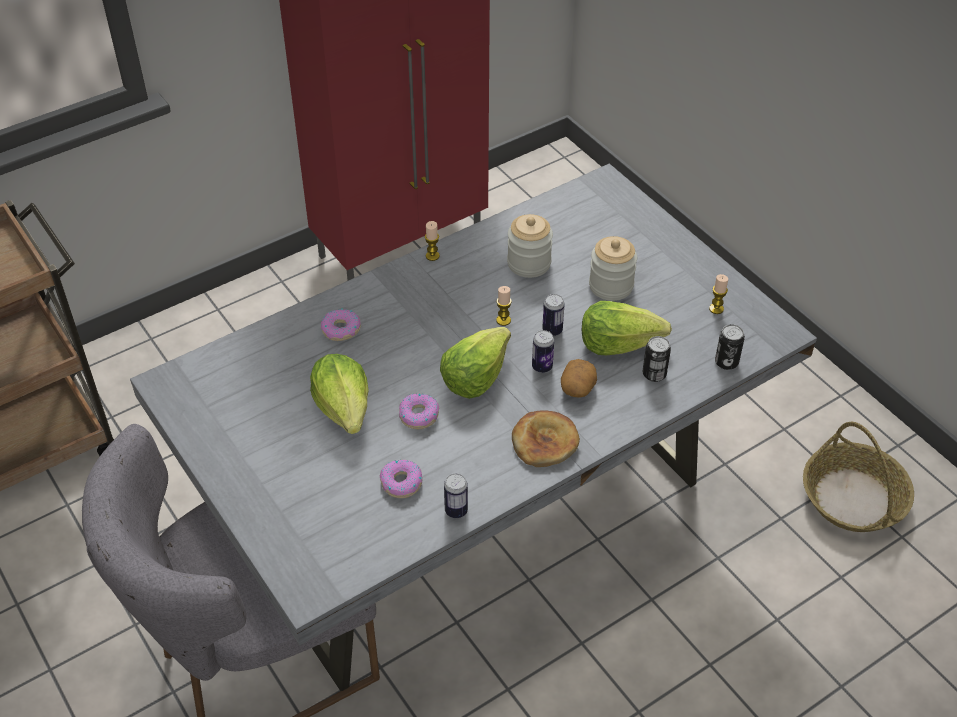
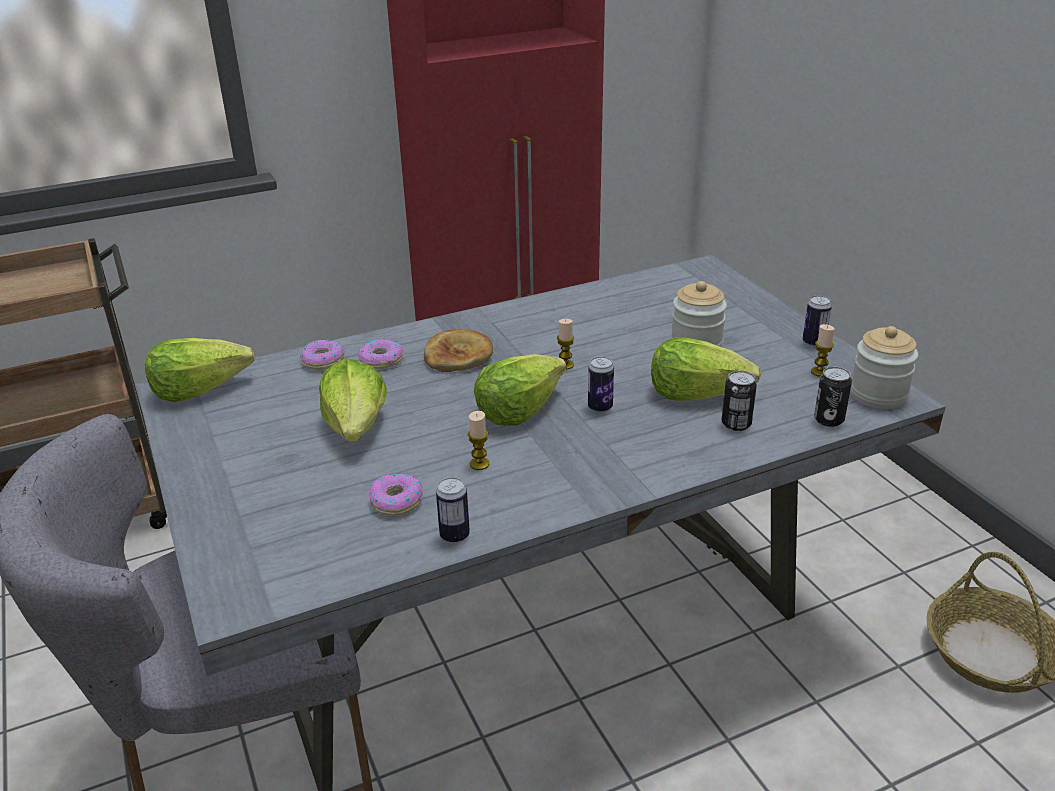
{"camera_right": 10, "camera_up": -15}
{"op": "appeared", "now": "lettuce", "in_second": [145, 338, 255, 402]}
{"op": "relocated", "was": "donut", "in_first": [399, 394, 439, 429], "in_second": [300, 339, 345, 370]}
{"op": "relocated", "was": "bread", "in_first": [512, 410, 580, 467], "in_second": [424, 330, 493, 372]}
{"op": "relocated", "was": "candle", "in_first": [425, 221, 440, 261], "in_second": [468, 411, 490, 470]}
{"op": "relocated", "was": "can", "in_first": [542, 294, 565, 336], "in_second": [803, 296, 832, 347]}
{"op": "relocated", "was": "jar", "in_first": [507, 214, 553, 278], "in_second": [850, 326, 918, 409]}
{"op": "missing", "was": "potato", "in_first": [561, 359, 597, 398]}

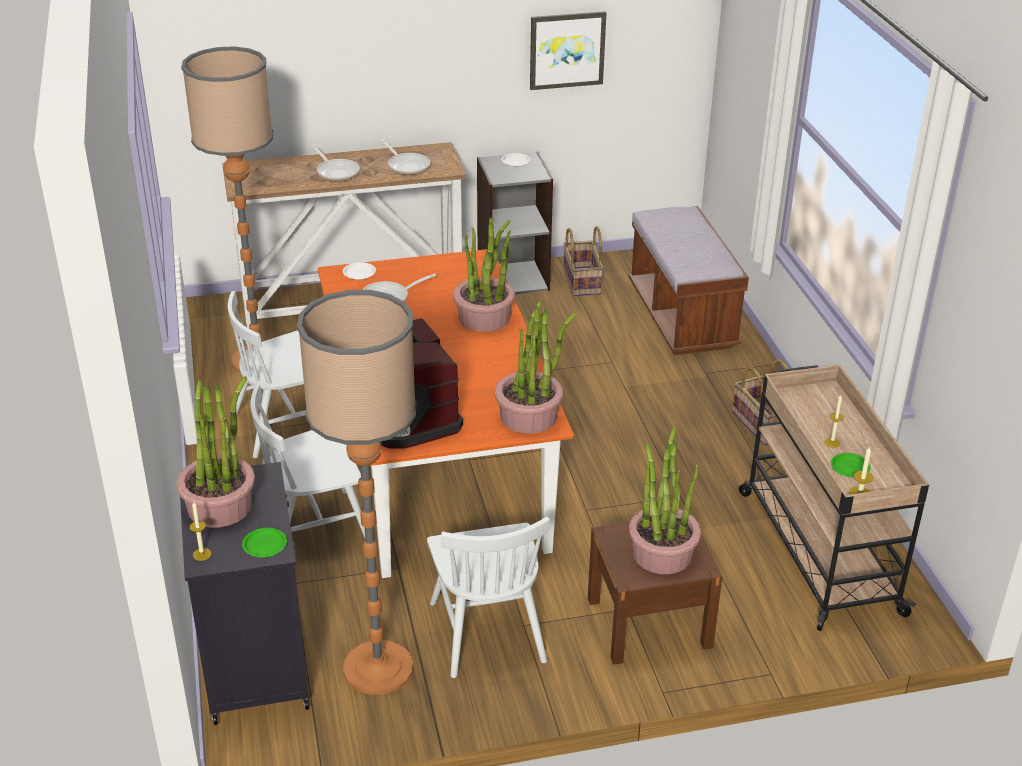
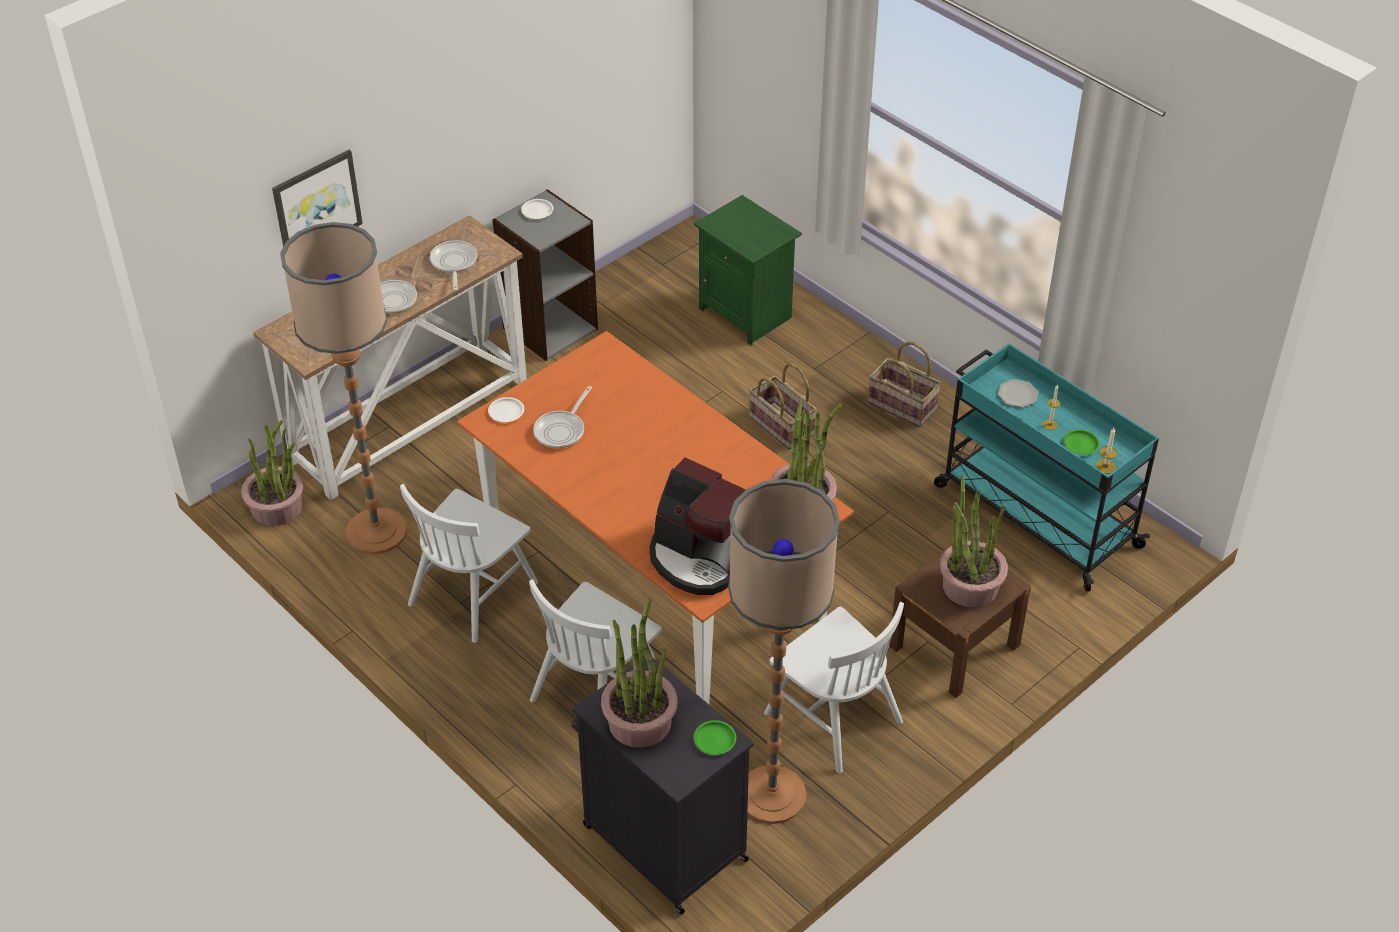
{"camera_right": -30, "camera_up": 10}
{"op": "relocated", "was": "potted plant", "in_first": [453, 217, 515, 332], "in_second": [241, 420, 303, 526]}
{"op": "relocated", "was": "picture", "in_first": [530, 11, 606, 90], "in_second": [272, 150, 363, 247]}
{"op": "spun", "was": "frying pan", "in_first": [380, 140, 430, 175], "in_second": [430, 240, 477, 291], "clockwise": -120}
{"op": "exchanged", "was": "bench/brown", "now": "nightstand/green", "in_first": [629, 206, 749, 355], "in_second": [694, 195, 802, 345]}
{"op": "relocated", "was": "basket", "in_first": [563, 226, 604, 296], "in_second": [749, 364, 817, 450]}
{"op": "colour", "was": "cart/beige", "now": "cart/turquoise", "in_first": [739, 364, 929, 631], "in_second": [934, 343, 1159, 591]}
{"op": "appeared", "now": "plate", "in_second": [998, 379, 1038, 408]}
{"op": "missing", "was": "candle", "in_first": [190, 502, 212, 561]}

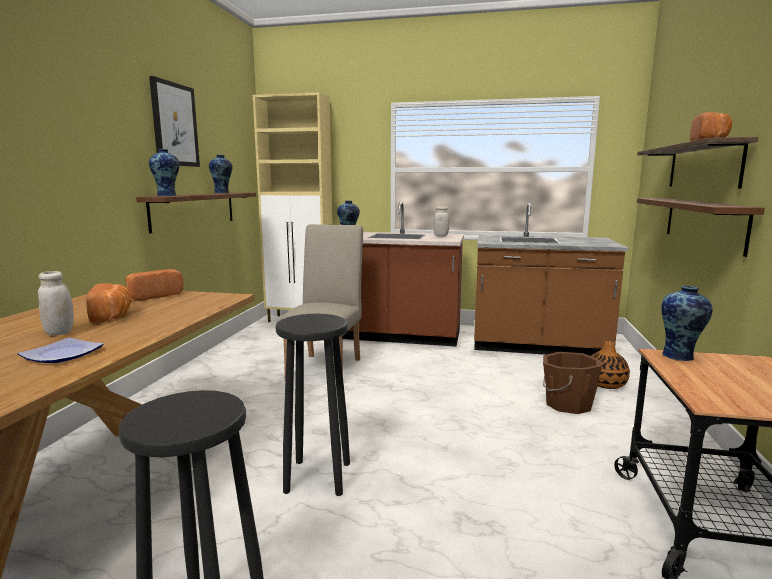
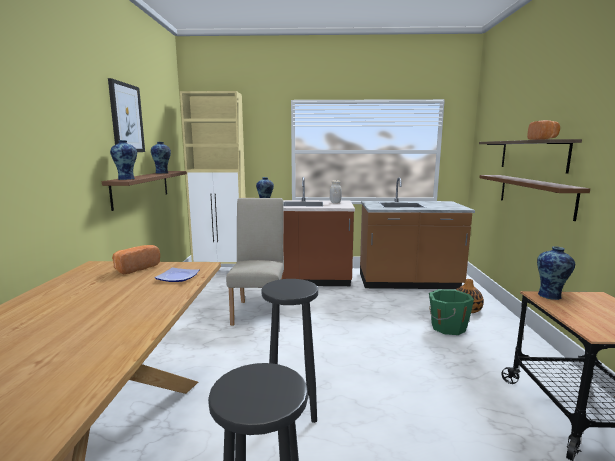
{"camera_right": -10, "camera_up": 0}
{"op": "relocated", "was": "plate", "in_first": [17, 337, 104, 363], "in_second": [155, 268, 199, 282]}
{"op": "colour", "was": "bucket/brown", "now": "bucket/green", "in_first": [543, 352, 602, 414], "in_second": [429, 289, 474, 335]}
{"op": "missing", "was": "jar/white", "in_first": [38, 271, 74, 335]}
{"op": "missing", "was": "bread", "in_first": [86, 283, 131, 323]}

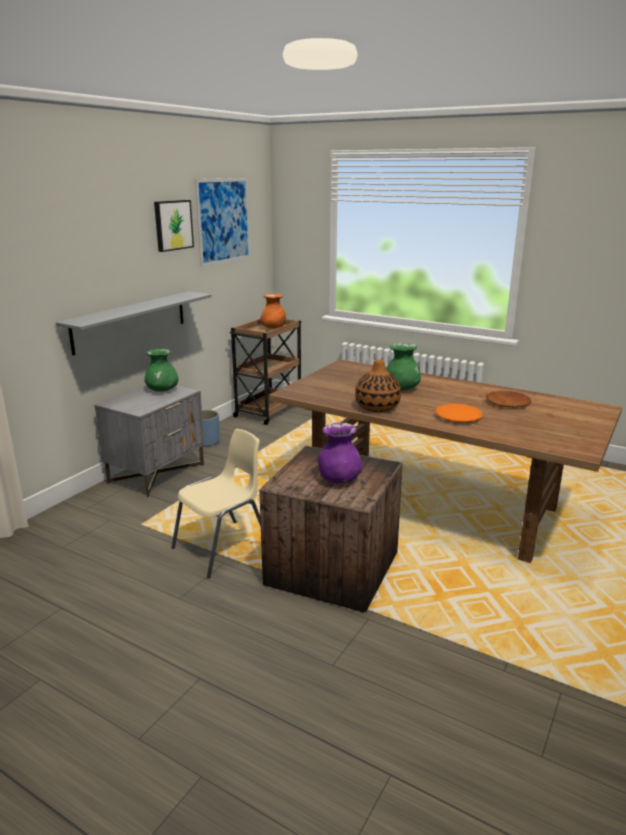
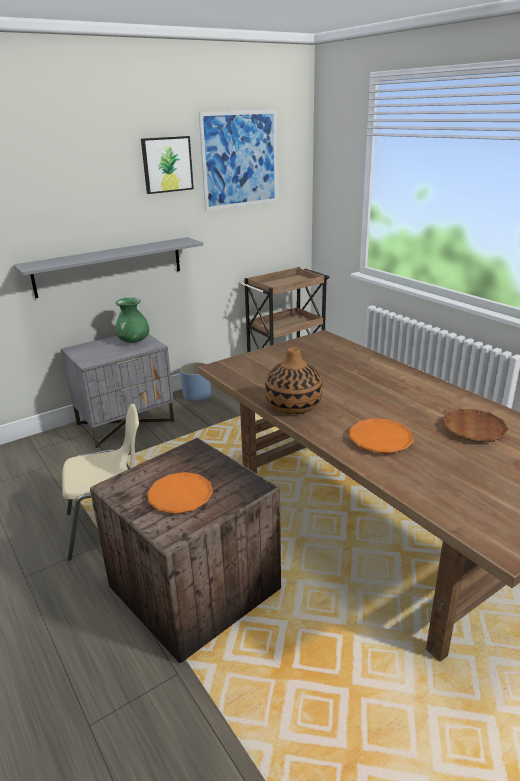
{"camera_right": 25, "camera_up": 5}
{"op": "exchanged", "was": "vase/purple", "now": "plate/orange", "in_first": [318, 423, 363, 484], "in_second": [147, 472, 213, 514]}
{"op": "missing", "was": "vase/orange", "in_first": [260, 294, 286, 329]}
{"op": "missing", "was": "vase/green", "in_first": [387, 343, 421, 391]}

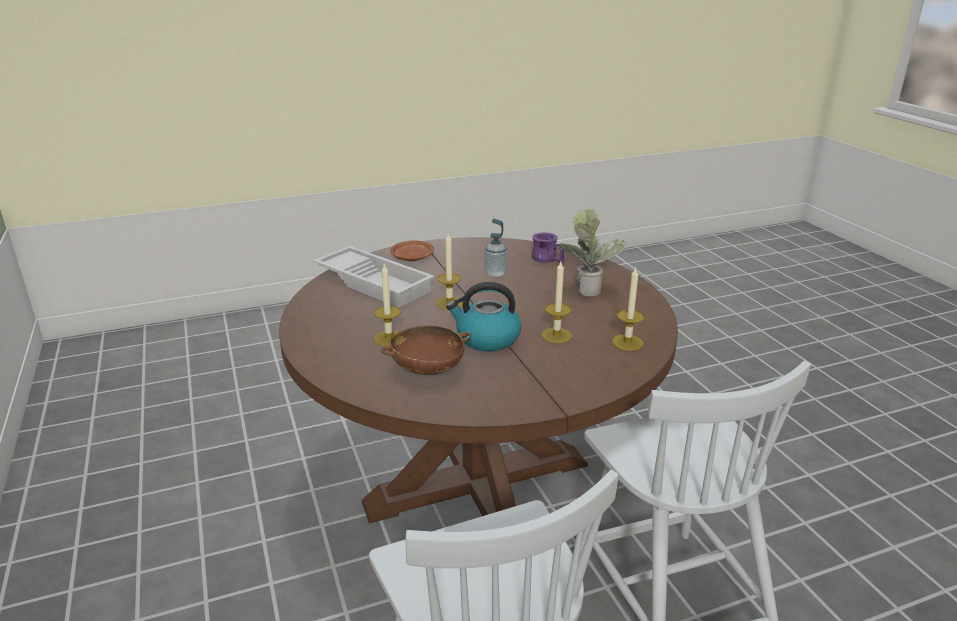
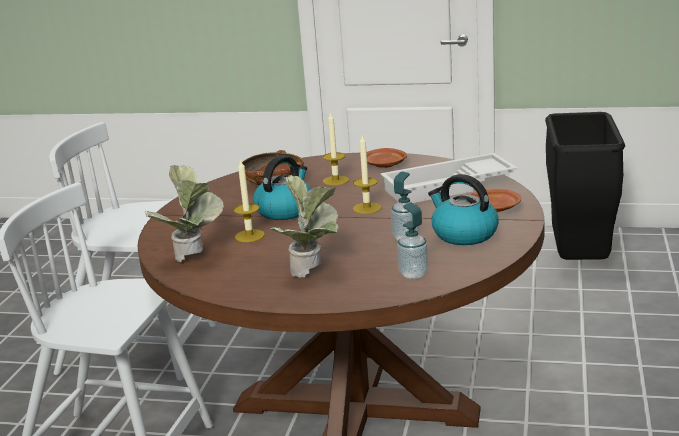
{"camera_right": 125, "camera_up": -5}
{"op": "exchanged", "was": "candle", "now": "potted plant", "in_first": [612, 268, 644, 351], "in_second": [145, 165, 224, 262]}
{"op": "appeared", "now": "plate/brown", "in_second": [367, 148, 407, 168]}
{"op": "exchanged", "was": "mug/purple", "now": "soap dispenser", "in_first": [532, 233, 565, 263], "in_second": [397, 202, 428, 279]}
{"op": "appeared", "now": "kettle", "in_second": [428, 174, 499, 245]}
{"op": "appeared", "now": "trash can/black", "in_second": [545, 112, 625, 260]}

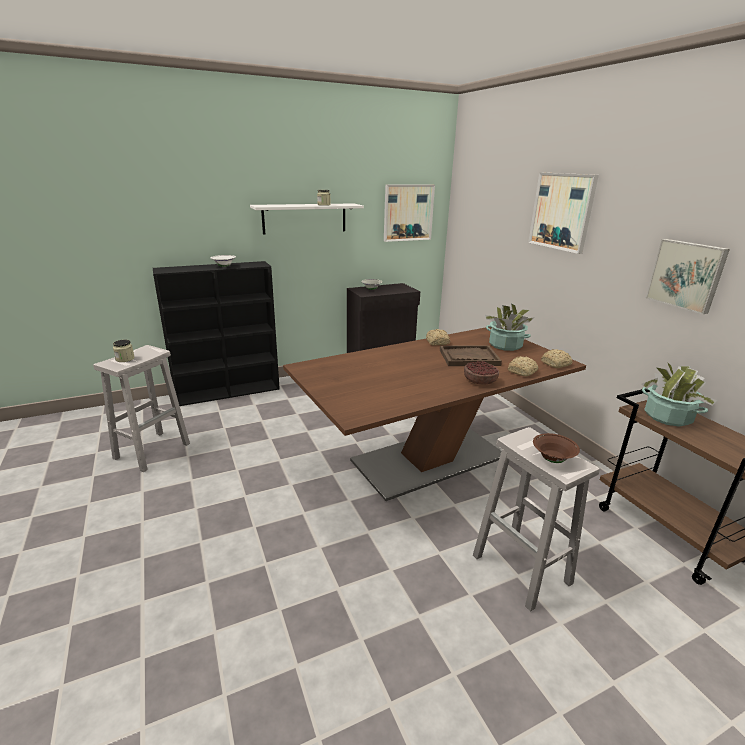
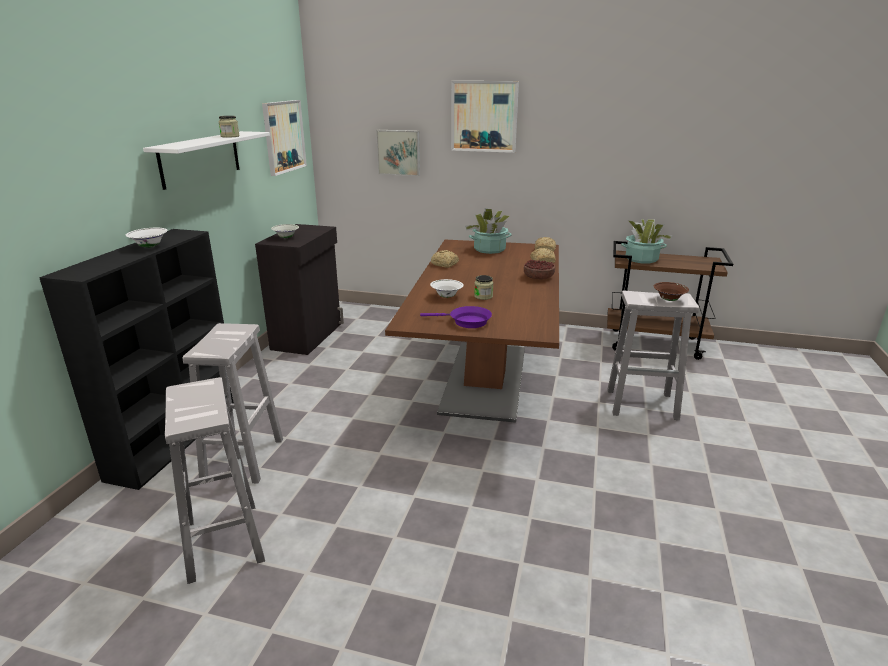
{"camera_right": -50, "camera_up": 0}
{"op": "appeared", "now": "stool/white", "in_second": [183, 323, 283, 484]}
{"op": "relocated", "was": "picture", "in_first": [646, 239, 730, 314], "in_second": [376, 130, 420, 176]}
{"op": "appeared", "now": "frying pan/purple", "in_second": [420, 306, 492, 328]}
{"op": "appeared", "now": "bowl/white", "in_second": [430, 279, 464, 298]}
{"op": "relocated", "was": "jar", "in_first": [113, 340, 135, 362], "in_second": [474, 275, 493, 300]}
{"op": "missing", "was": "tray/brown", "in_first": [440, 345, 502, 366]}

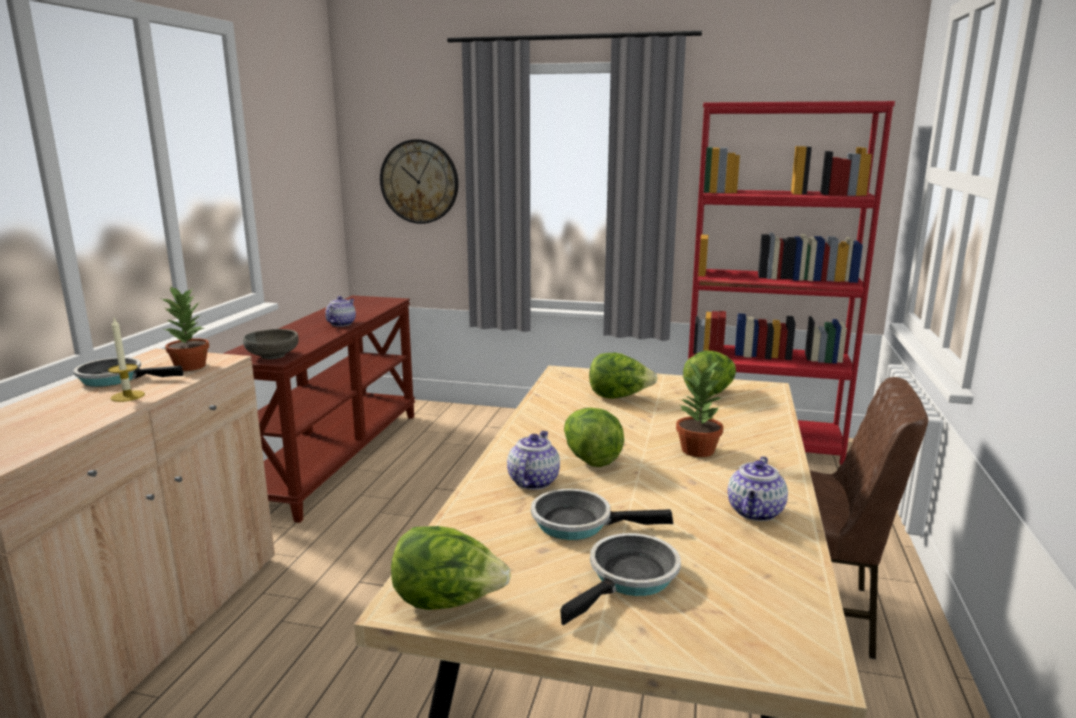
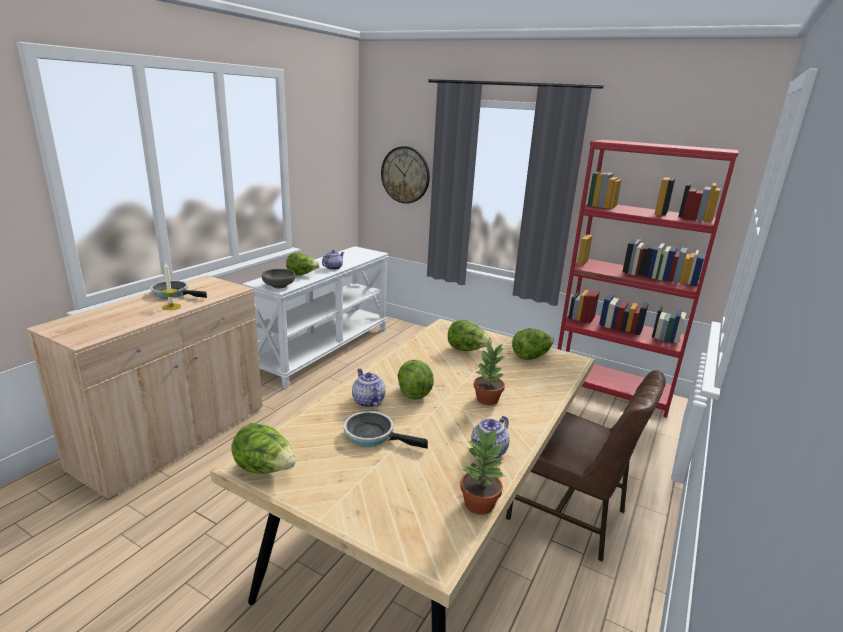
{"camera_right": 15, "camera_up": 5}
{"op": "colour", "was": "console table/brown", "now": "console table/white", "in_first": [223, 295, 415, 523], "in_second": [242, 246, 389, 389]}
{"op": "appeared", "now": "lettuce", "in_second": [286, 253, 320, 275]}
{"op": "spun", "was": "teapot", "in_first": [507, 431, 560, 490], "in_second": [352, 369, 386, 407], "clockwise": -60}
{"op": "relocated", "was": "potted plant", "in_first": [161, 287, 209, 371], "in_second": [460, 427, 504, 515]}
{"op": "missing", "was": "frying pan", "in_first": [560, 533, 681, 625]}

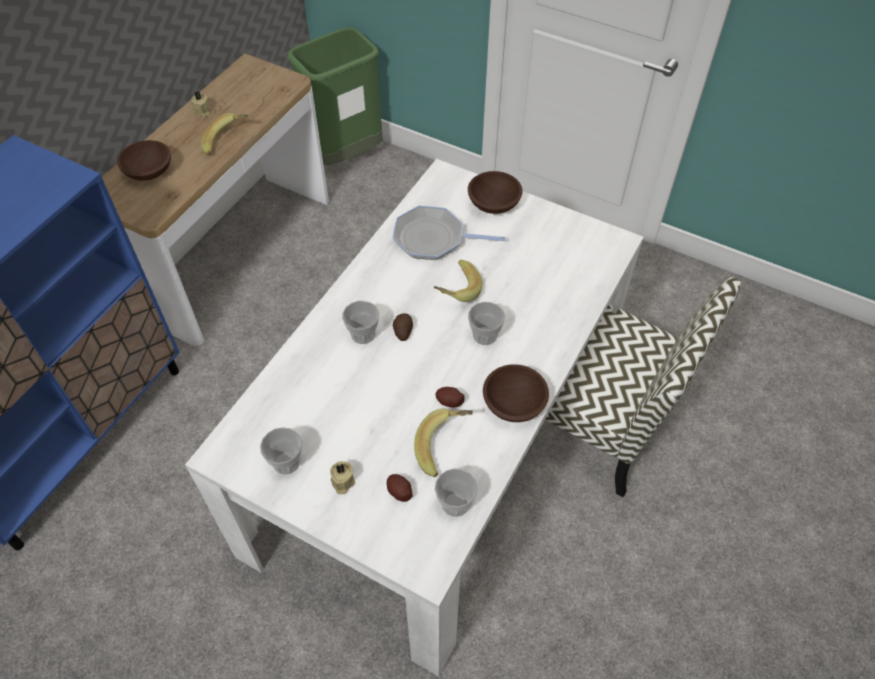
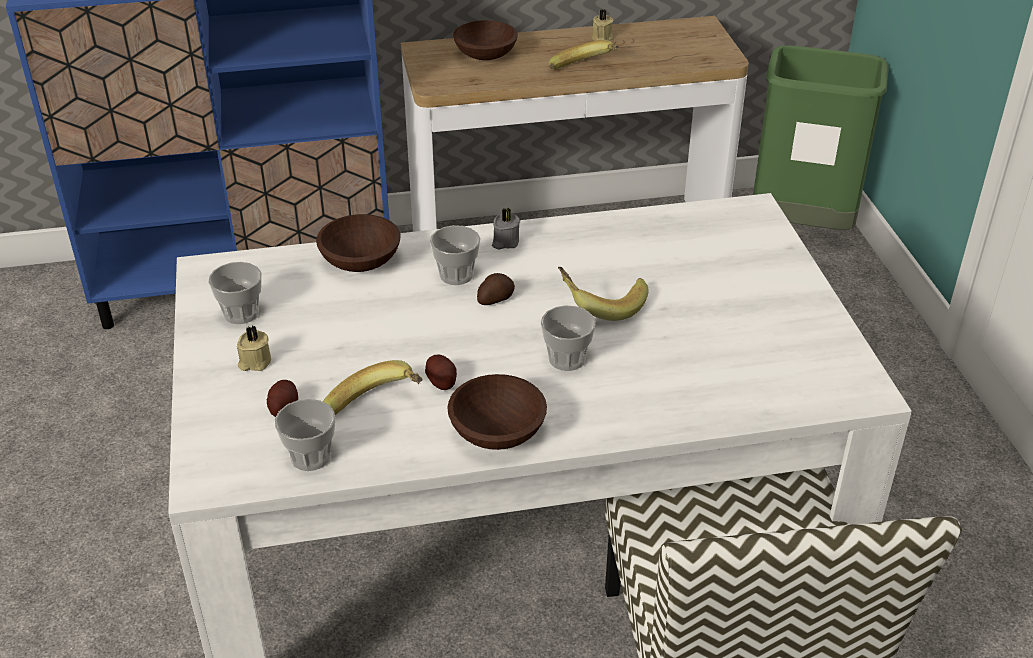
{"camera_right": 50, "camera_up": -15}
{"op": "relocated", "was": "bowl/brown", "in_first": [468, 171, 522, 214], "in_second": [316, 214, 401, 272]}
{"op": "appeared", "now": "candle/grey", "in_second": [492, 207, 520, 250]}
{"op": "missing", "was": "frying pan", "in_first": [393, 206, 506, 260]}

